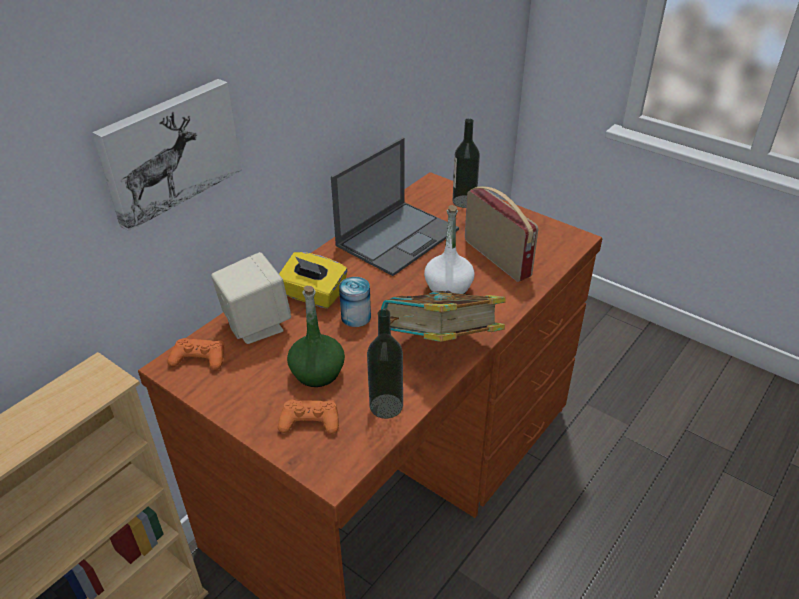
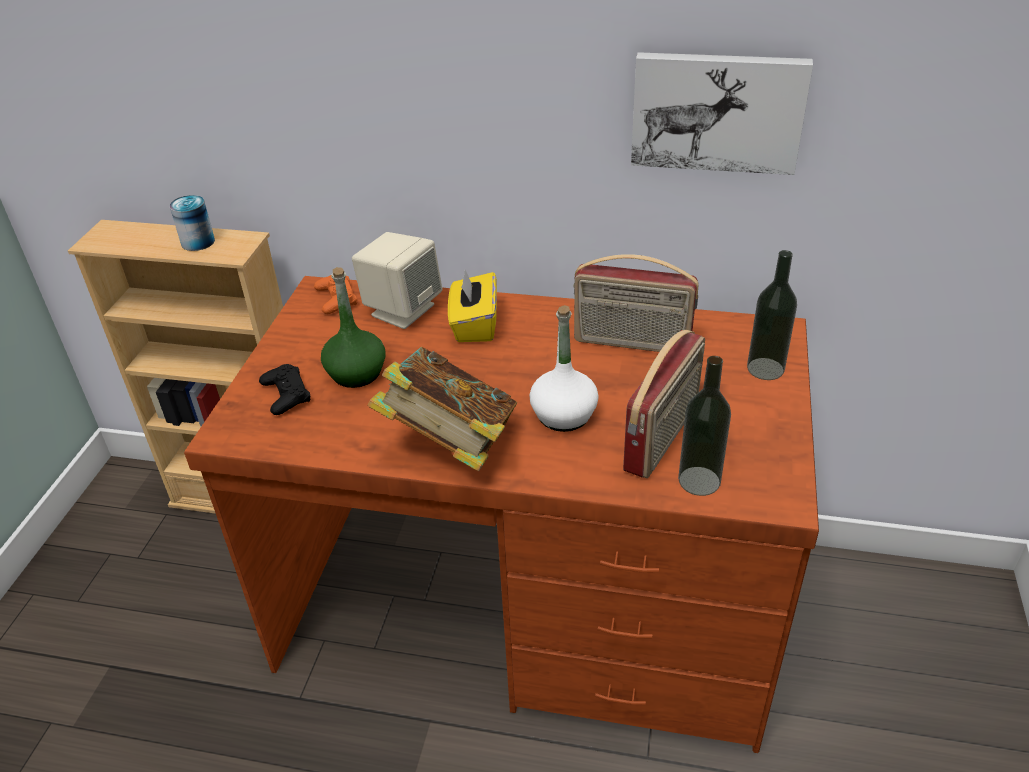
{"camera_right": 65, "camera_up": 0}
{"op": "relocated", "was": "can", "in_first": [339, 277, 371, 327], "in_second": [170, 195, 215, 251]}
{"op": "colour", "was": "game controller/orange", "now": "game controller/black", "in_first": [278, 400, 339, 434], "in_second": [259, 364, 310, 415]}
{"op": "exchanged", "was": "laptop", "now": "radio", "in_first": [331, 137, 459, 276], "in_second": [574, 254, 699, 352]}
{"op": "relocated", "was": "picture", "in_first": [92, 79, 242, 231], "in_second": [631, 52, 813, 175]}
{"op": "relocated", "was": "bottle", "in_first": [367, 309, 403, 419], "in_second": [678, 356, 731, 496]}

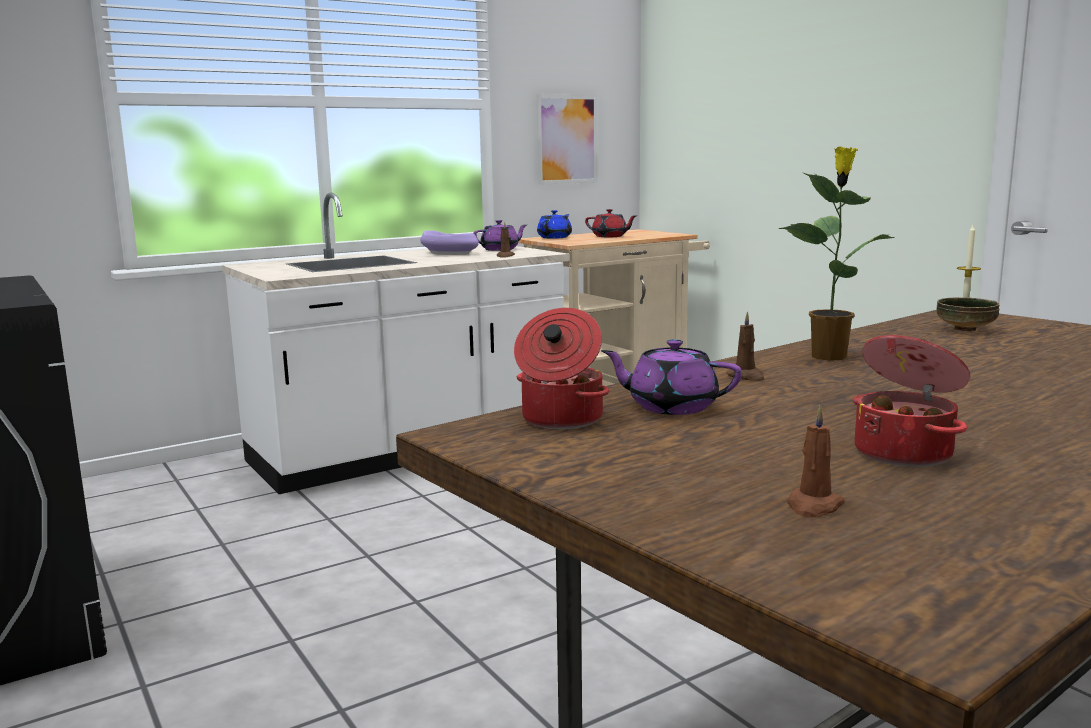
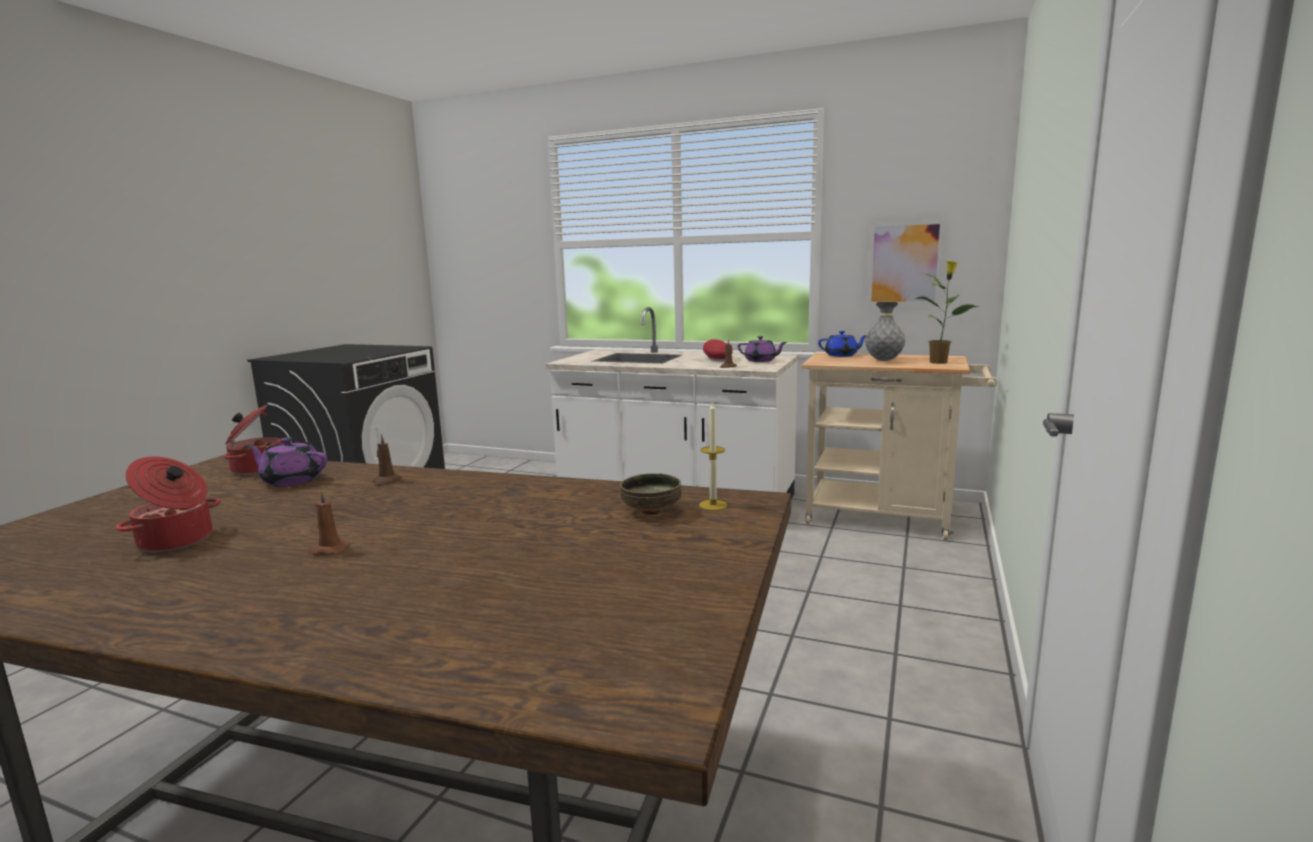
{"camera_right": 55, "camera_up": 0}
{"op": "spun", "was": "teapot/purple", "in_first": [601, 339, 742, 415], "in_second": [247, 437, 327, 487], "clockwise": -60}
{"op": "relocated", "was": "candle/brown", "in_first": [787, 405, 845, 518], "in_second": [308, 490, 350, 556]}
{"op": "colour", "was": "bowl/purple", "now": "bowl/red", "in_first": [420, 230, 479, 255], "in_second": [703, 339, 733, 362]}
{"op": "exchanged", "was": "teapot/red", "now": "vase/grey", "in_first": [585, 209, 638, 237], "in_second": [865, 302, 905, 361]}
{"op": "relocated", "was": "potted plant", "in_first": [778, 147, 895, 361], "in_second": [914, 261, 980, 364]}

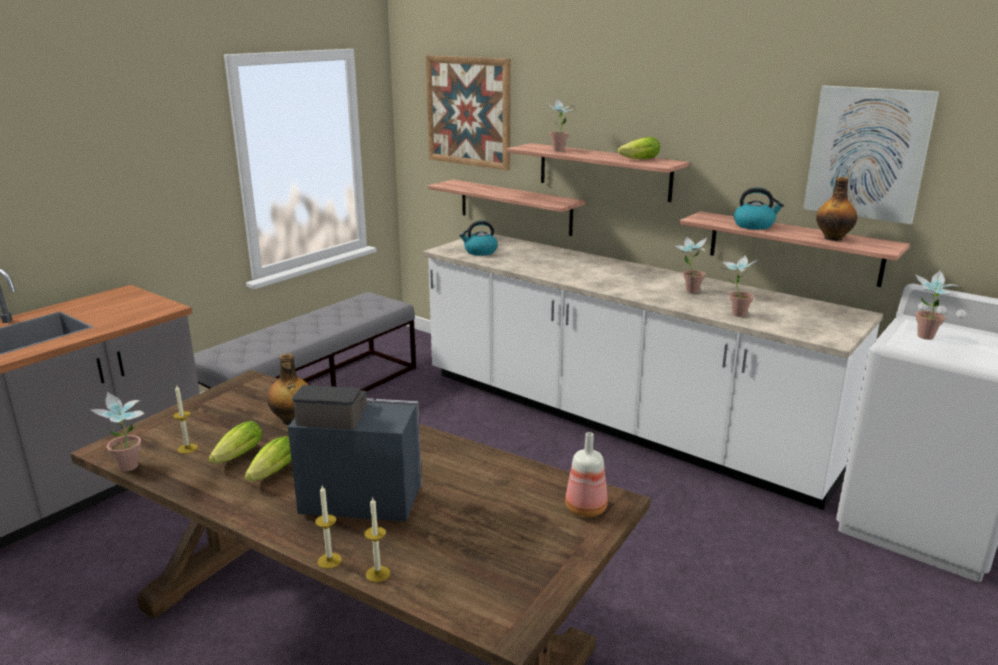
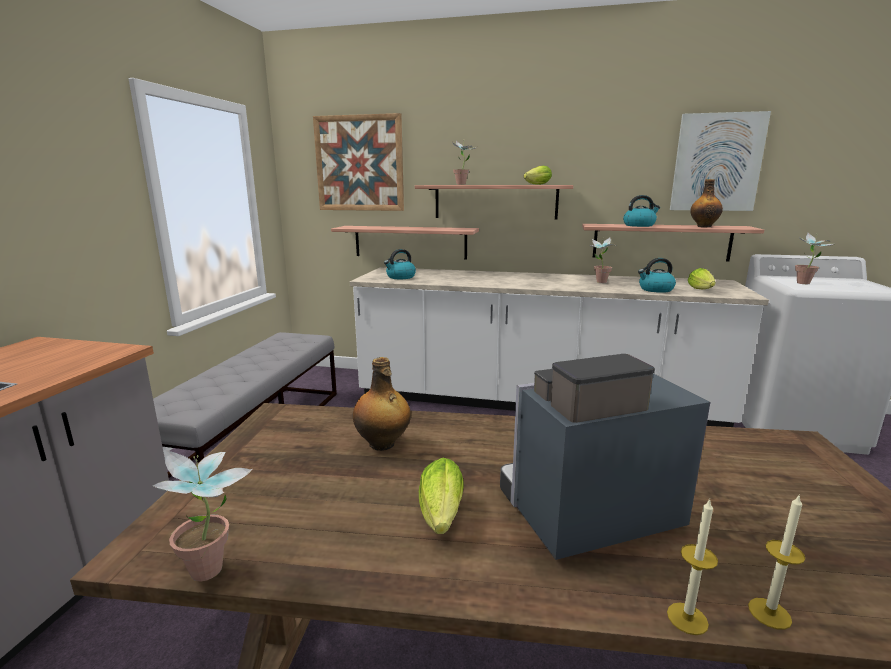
{"camera_right": -25, "camera_up": -5}
{"op": "exchanged", "was": "potted plant", "now": "kettle", "in_first": [720, 255, 758, 317], "in_second": [638, 258, 676, 293]}
{"op": "relocated", "was": "lettuce", "in_first": [209, 421, 263, 463], "in_second": [688, 268, 716, 289]}
{"op": "missing", "was": "candle", "in_first": [173, 385, 198, 454]}
{"op": "missing", "was": "bottle", "in_first": [565, 432, 608, 517]}

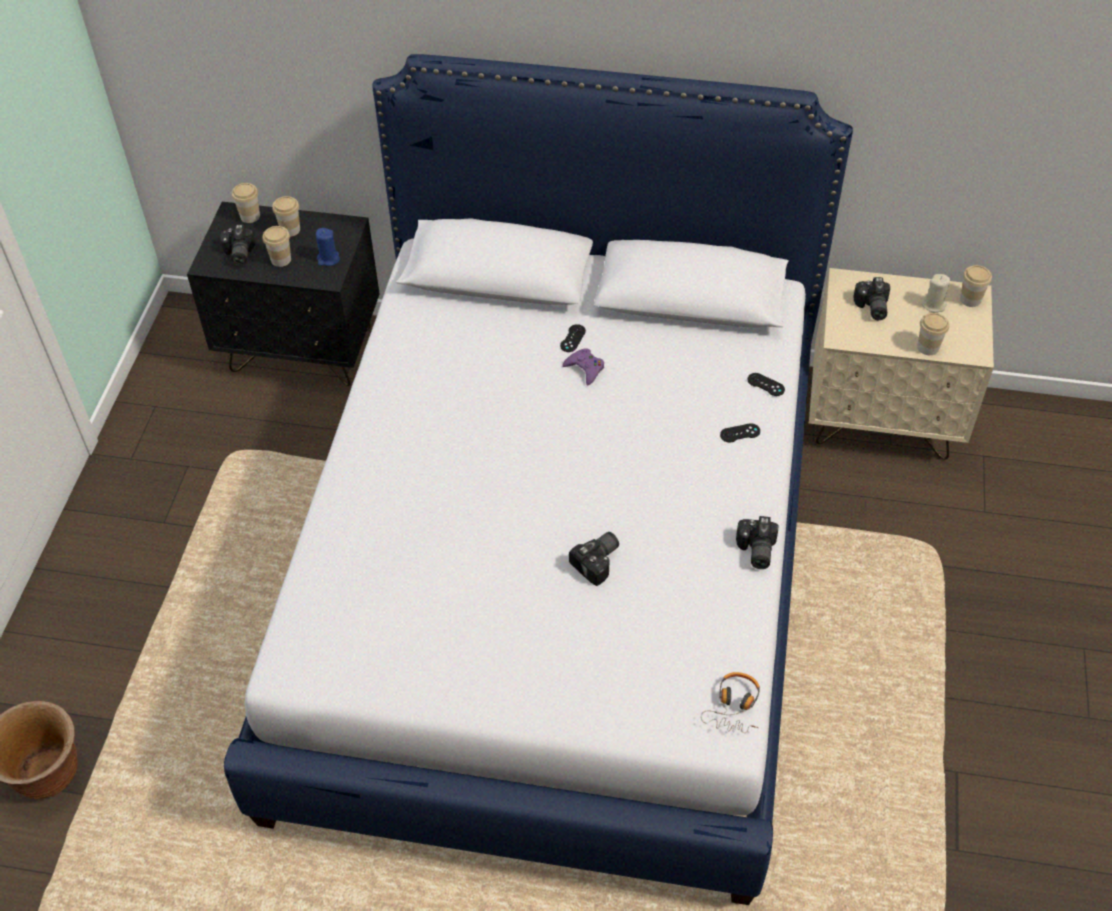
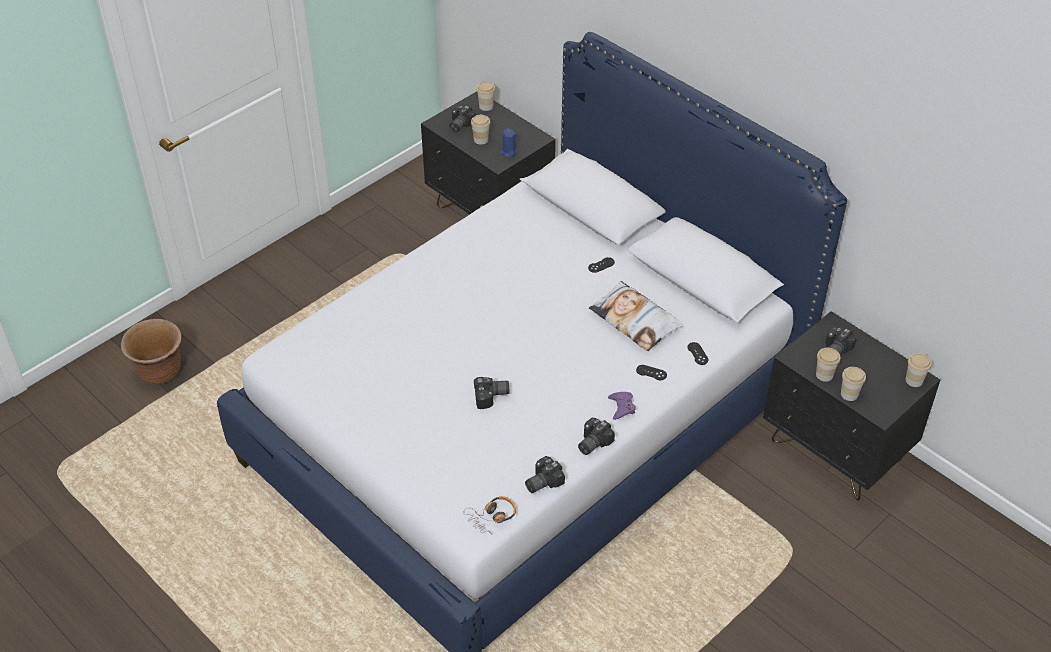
{"camera_right": 35, "camera_up": -5}
{"op": "appeared", "now": "photo camera", "in_second": [525, 456, 565, 493]}
{"op": "appeared", "now": "pillow", "in_second": [589, 281, 683, 351]}
{"op": "relocated", "was": "game controller/purple", "in_first": [563, 348, 604, 385], "in_second": [608, 392, 636, 420]}
{"op": "colour", "was": "nightstand/beige", "now": "nightstand/black", "in_first": [809, 268, 994, 460], "in_second": [763, 311, 940, 501]}
{"op": "relocated", "was": "cup", "in_first": [272, 196, 300, 237], "in_second": [816, 348, 840, 382]}
{"op": "missing", "was": "candle/beige", "in_first": [922, 274, 950, 313]}

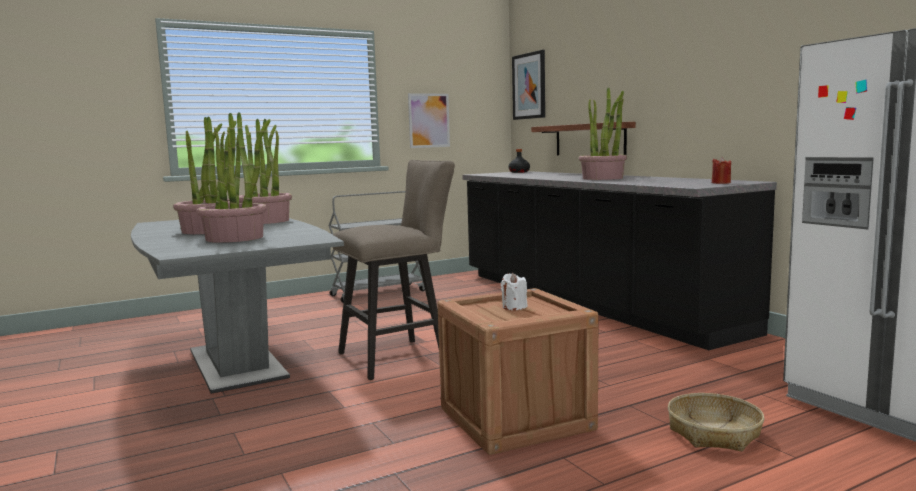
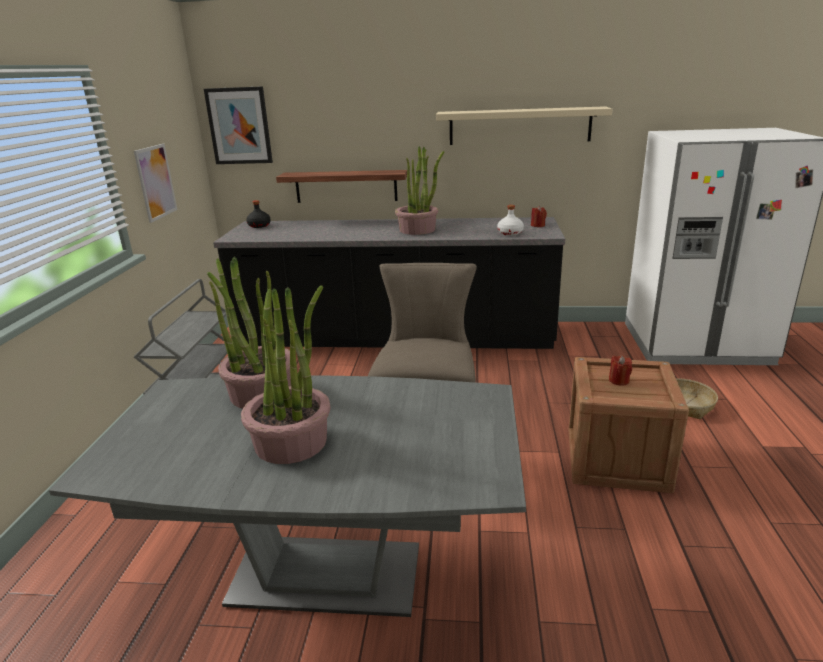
{"camera_right": -55, "camera_up": 15}
{"op": "appeared", "now": "shelf/beige", "in_second": [436, 106, 612, 145]}
{"op": "appeared", "now": "bottle/white", "in_second": [497, 205, 524, 236]}
{"op": "colour", "was": "candle/white", "now": "candle/red", "in_first": [501, 273, 527, 310], "in_second": [609, 356, 632, 386]}
{"op": "missing", "was": "potted plant", "in_first": [197, 113, 270, 243]}

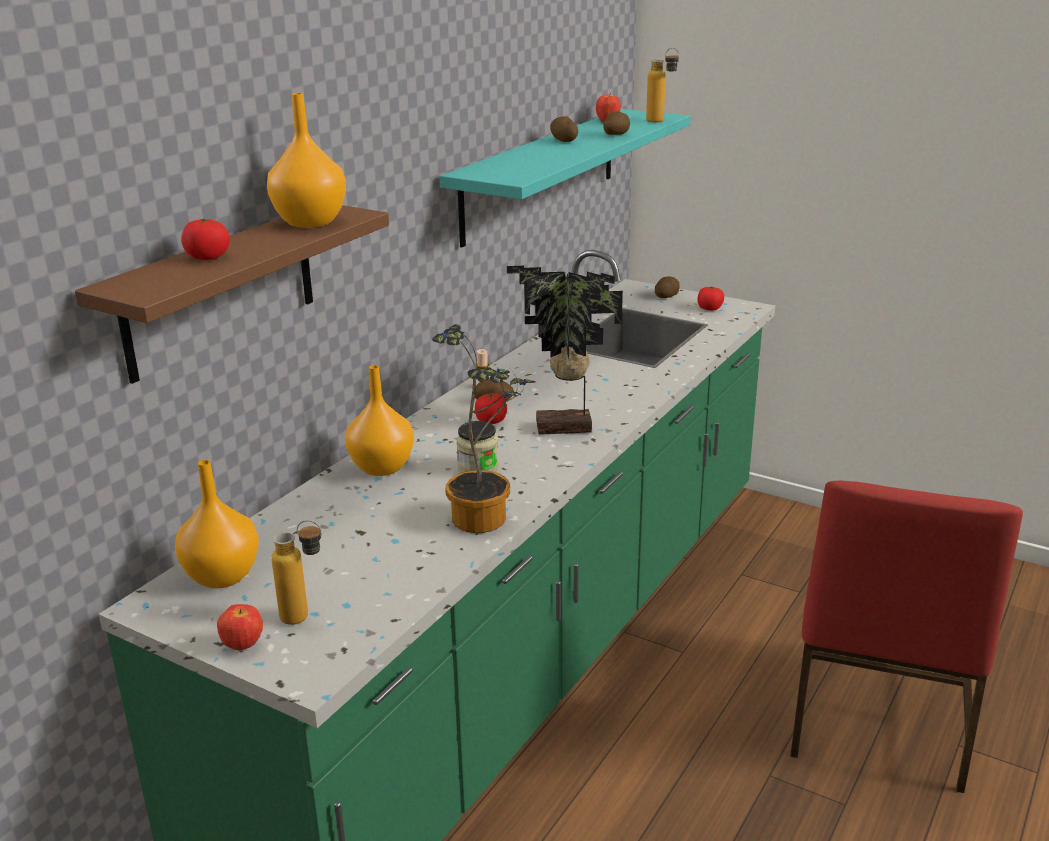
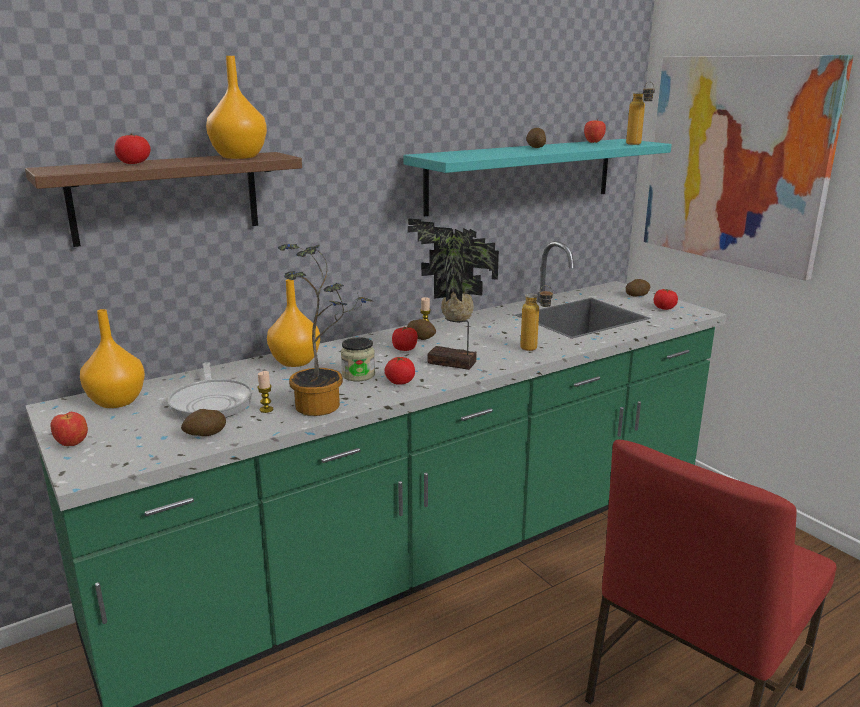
{"camera_right": 25, "camera_up": -5}
{"op": "appeared", "now": "frying pan", "in_second": [167, 362, 252, 419]}
{"op": "relocated", "was": "potato", "in_first": [603, 111, 630, 135], "in_second": [181, 409, 226, 436]}
{"op": "appeared", "now": "candle", "in_second": [257, 371, 273, 413]}
{"op": "appeared", "now": "tomato", "in_second": [385, 357, 415, 385]}
{"op": "relocated", "was": "bottle", "in_first": [271, 520, 322, 625], "in_second": [520, 285, 553, 351]}
{"op": "appeared", "now": "picture", "in_second": [644, 55, 854, 281]}

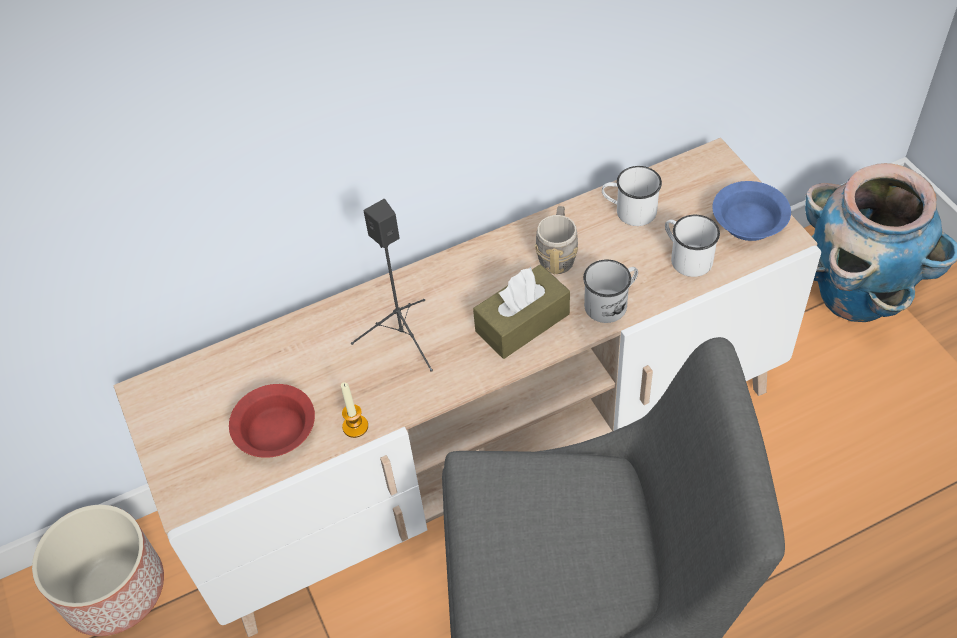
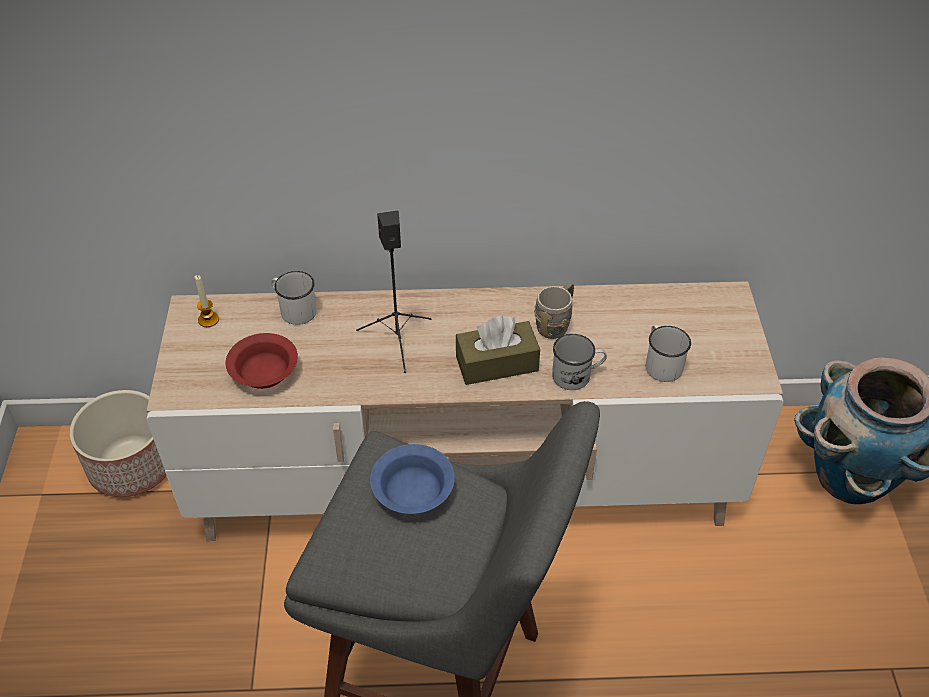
{"camera_right": 20, "camera_up": -5}
{"op": "relocated", "was": "candle", "in_first": [341, 382, 368, 438], "in_second": [195, 275, 219, 327]}
{"op": "relocated", "was": "mug/white", "in_first": [602, 166, 662, 226], "in_second": [271, 271, 317, 325]}
{"op": "relocated", "was": "bowl/blue", "in_first": [712, 181, 791, 241], "in_second": [370, 444, 455, 514]}

